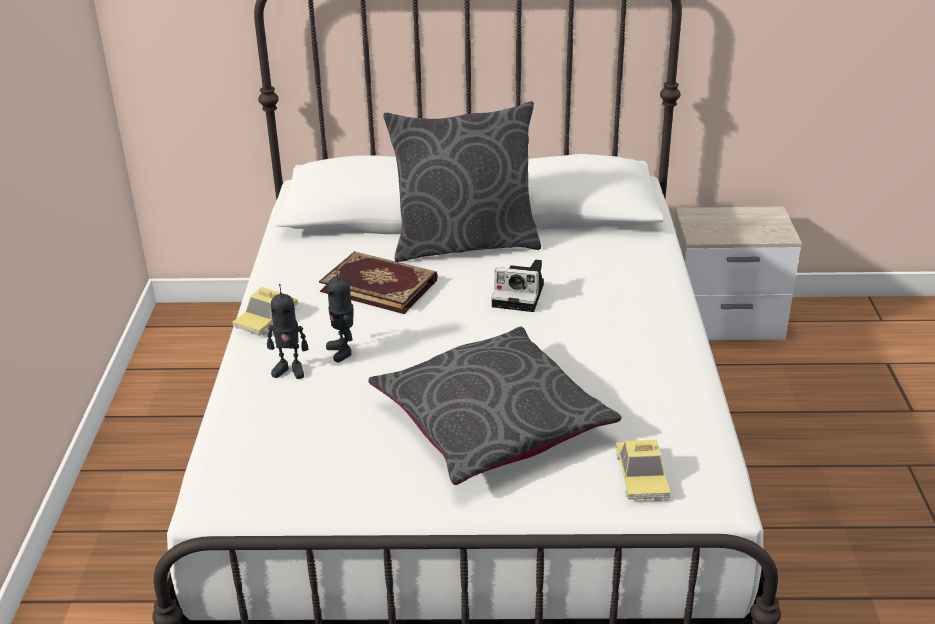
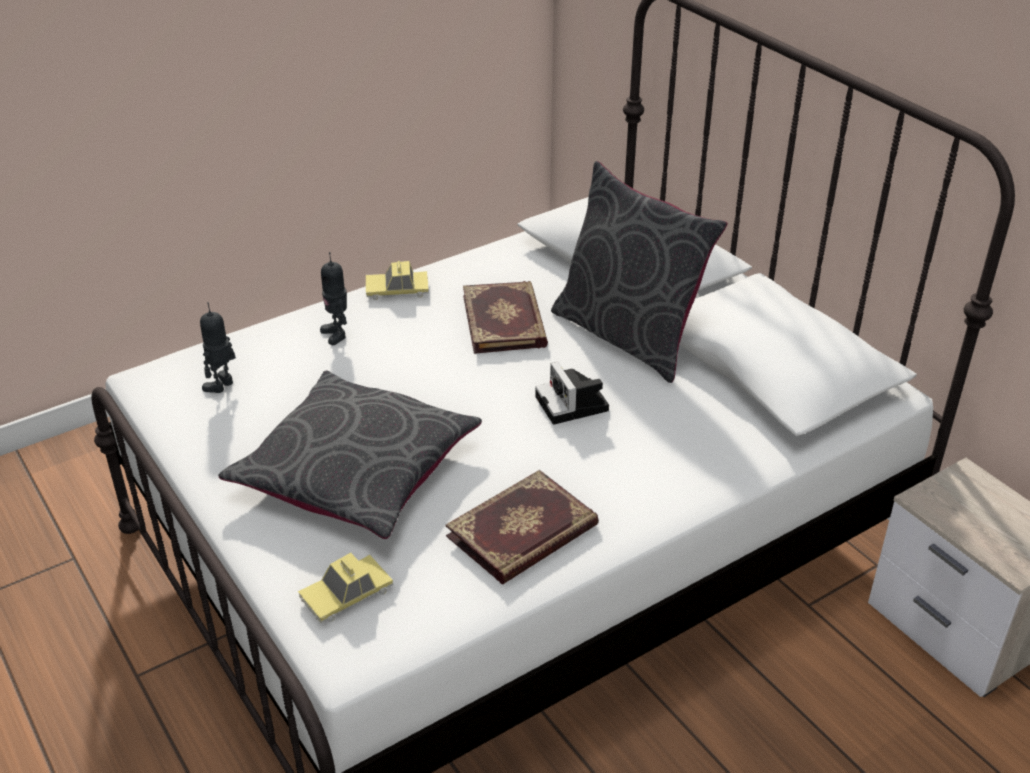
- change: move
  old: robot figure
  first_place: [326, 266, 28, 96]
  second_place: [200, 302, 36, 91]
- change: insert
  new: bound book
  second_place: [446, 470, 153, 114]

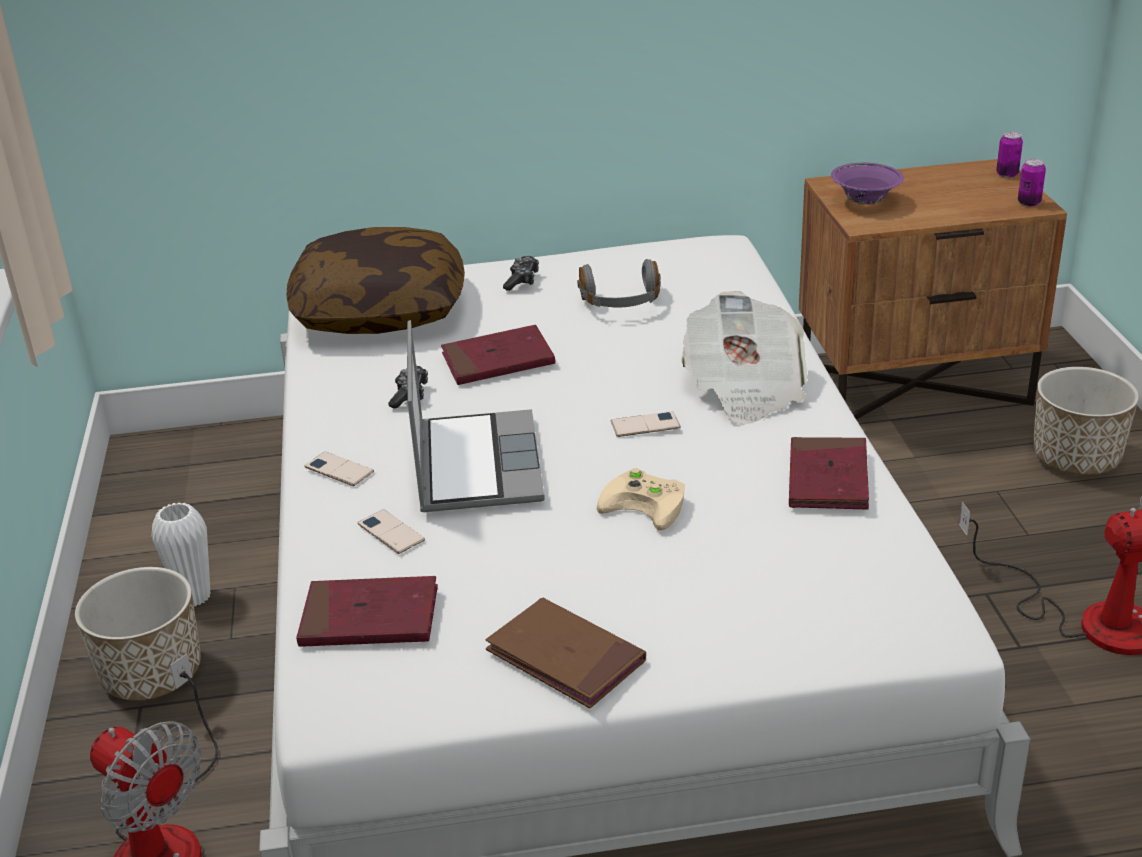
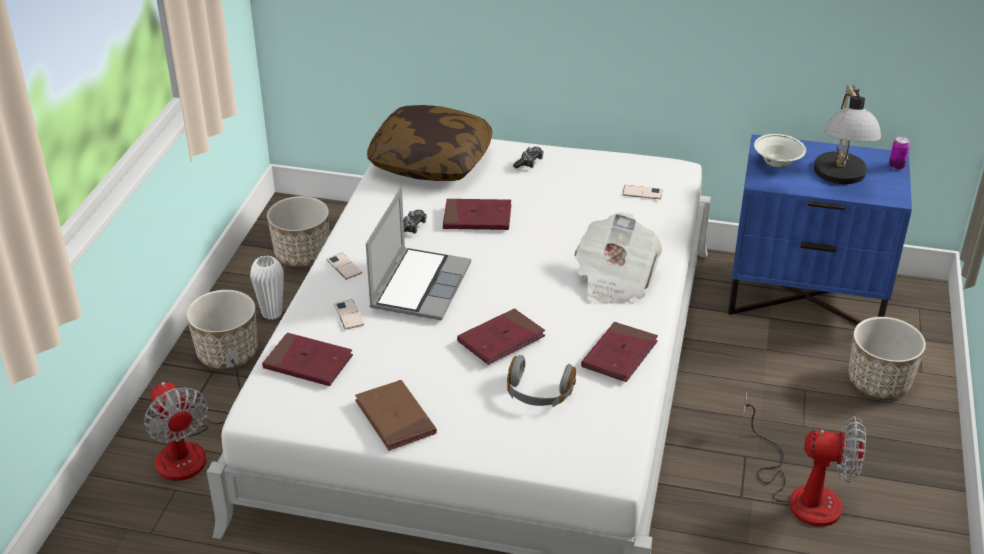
- change: move
  old: headset in grey
  first_place: [577, 259, 84, 49]
  second_place: [507, 355, 69, 52]
- change: replace
  old: joypad in beige
  new: bound book in reddish
  first_place: [597, 468, 88, 63]
  second_place: [457, 309, 88, 56]
- change: move
  old: telephone
  first_place: [611, 411, 69, 26]
  second_place: [622, 185, 40, 14]
- change: recolor
  old: bedside table in brownish
  new: bedside table in blue-coloured
  first_place: [799, 159, 268, 260]
  second_place: [728, 134, 184, 191]
- change: recolor
  old: bowl in purple
  new: bowl in white-coloured
  first_place: [831, 163, 73, 41]
  second_place: [754, 134, 52, 34]
- change: delete
  old: can
  first_place: [1018, 158, 28, 48]
- change: insert
  new: flower pot
  second_place: [267, 196, 62, 71]
- change: insert
  new: tabletop lamp
  second_place: [814, 85, 67, 99]

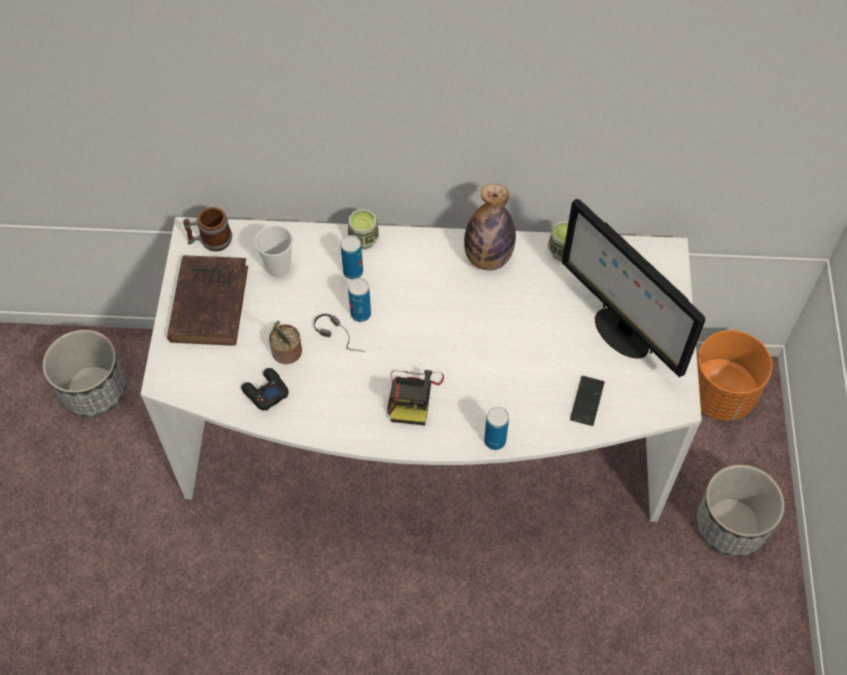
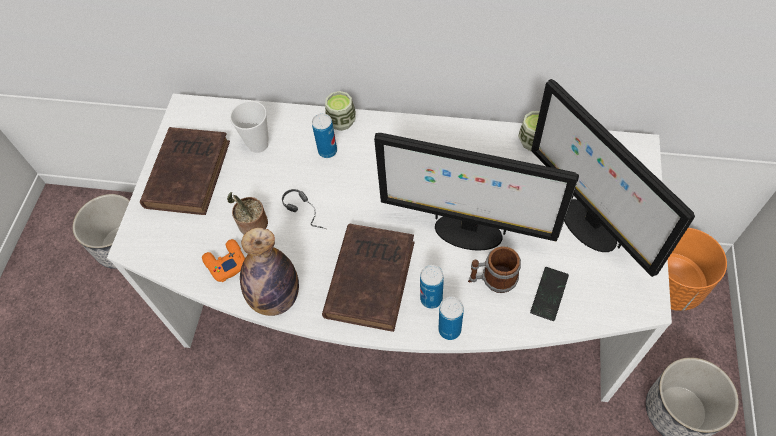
- change: move
  old: coffee mug
  first_place: [183, 207, 49, 44]
  second_place: [468, 246, 53, 47]
- change: recolor
  old: joypad in blackish
  new: joypad in orange-coloured
  first_place: [241, 368, 48, 43]
  second_place: [202, 239, 43, 43]
- change: move
  old: can
  first_place: [348, 278, 23, 44]
  second_place: [420, 265, 24, 44]
- change: replace
  old: photo camera
  new: bound book in brownish
  first_place: [387, 370, 57, 56]
  second_place: [322, 224, 93, 108]
- change: move
  old: bottle
  first_place: [464, 184, 52, 86]
  second_place: [240, 228, 59, 88]
- change: insert
  new: computer display
  second_place: [374, 133, 205, 118]

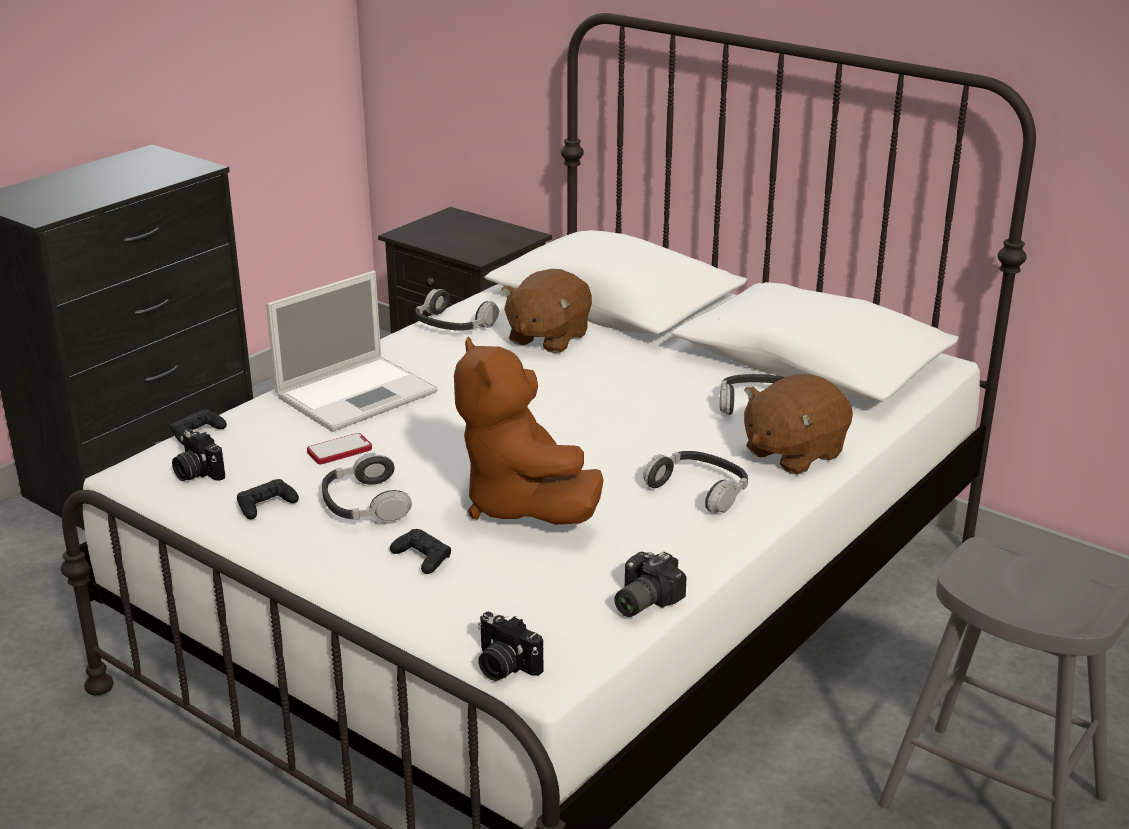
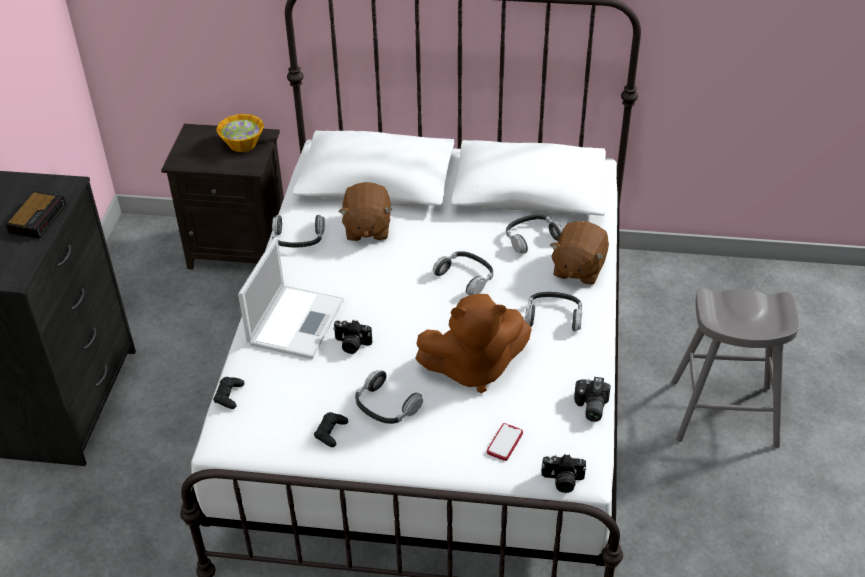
- change: move
  old: photo camera
  first_place: [172, 429, 53, 52]
  second_place: [333, 320, 39, 34]
- change: move
  old: telephone
  first_place: [307, 433, 65, 31]
  second_place: [487, 423, 36, 38]
- change: delete
  old: joypad in blackish
  first_place: [390, 529, 61, 45]
- change: rotate
  old: soft toy in brownish
  first_place: [454, 336, 150, 189]
  second_place: [416, 294, 116, 99]
  degrees: -45
- change: insert
  new: bedside clock
  second_place: [6, 191, 60, 48]
- change: insert
  new: bowl
  second_place: [216, 114, 48, 38]
- change: insert
  new: headset
  second_place: [433, 251, 60, 44]

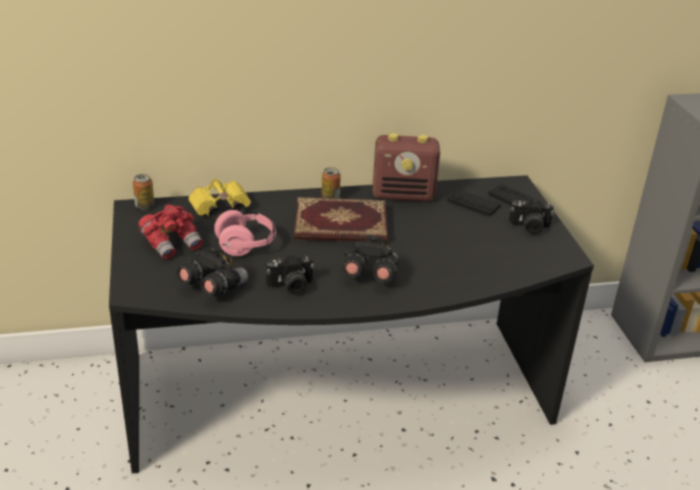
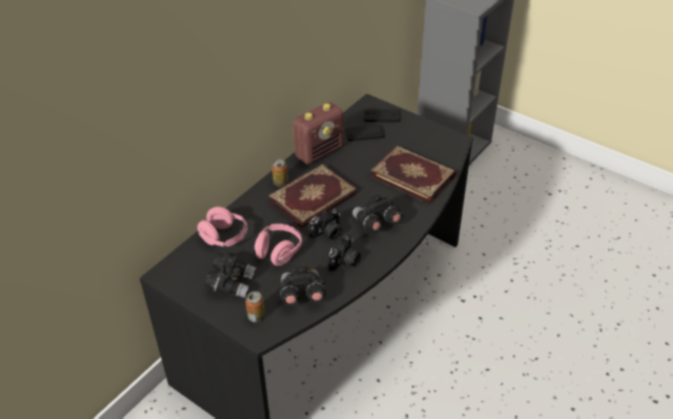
- change: move
  old: can
  first_place: [133, 174, 21, 36]
  second_place: [245, 291, 20, 31]
- change: recolor
  old: field glasses in reddish
  new: field glasses in blackish
  first_place: [138, 205, 65, 55]
  second_place: [204, 253, 52, 45]
- change: replace
  old: field glasses in yellow-coloured
  new: headset in pink
  first_place: [188, 179, 63, 41]
  second_place: [197, 207, 50, 40]
- change: move
  old: photo camera
  first_place: [509, 198, 45, 37]
  second_place: [309, 209, 33, 31]
- change: insert
  new: bound book
  second_place: [370, 146, 86, 58]

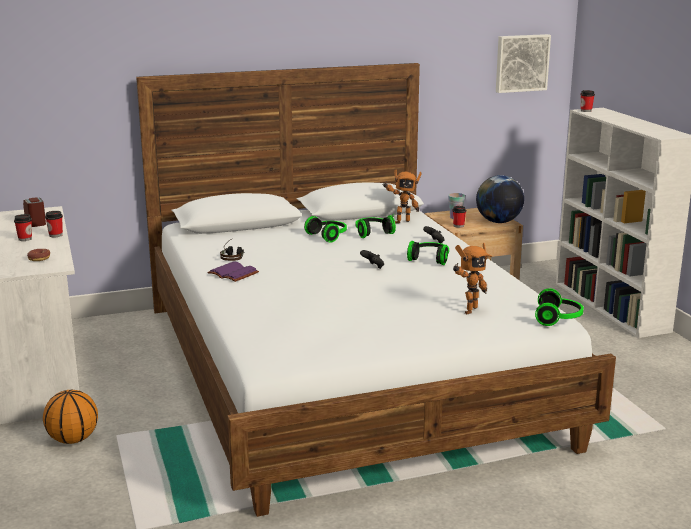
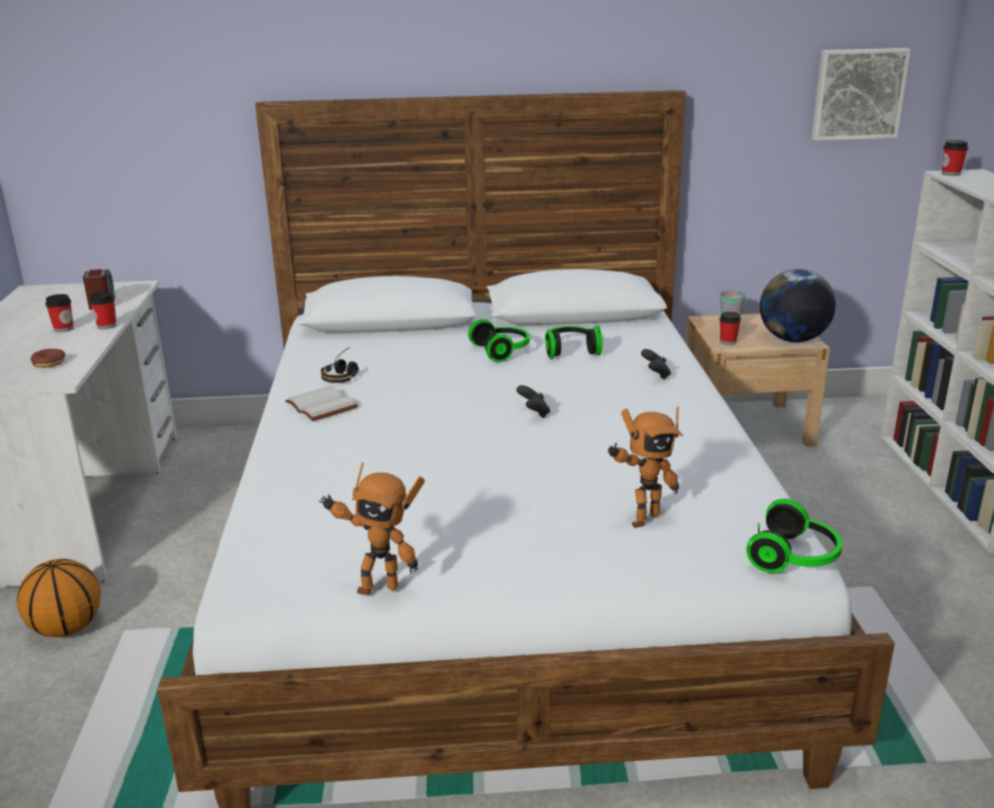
- change: recolor
  old: bound book in purple
  new: bound book in white-coloured
  first_place: [207, 262, 52, 20]
  second_place: [285, 386, 73, 35]
- change: move
  old: robot figure
  first_place: [382, 169, 40, 54]
  second_place: [319, 463, 106, 132]
- change: delete
  old: headset
  first_place: [407, 241, 42, 24]

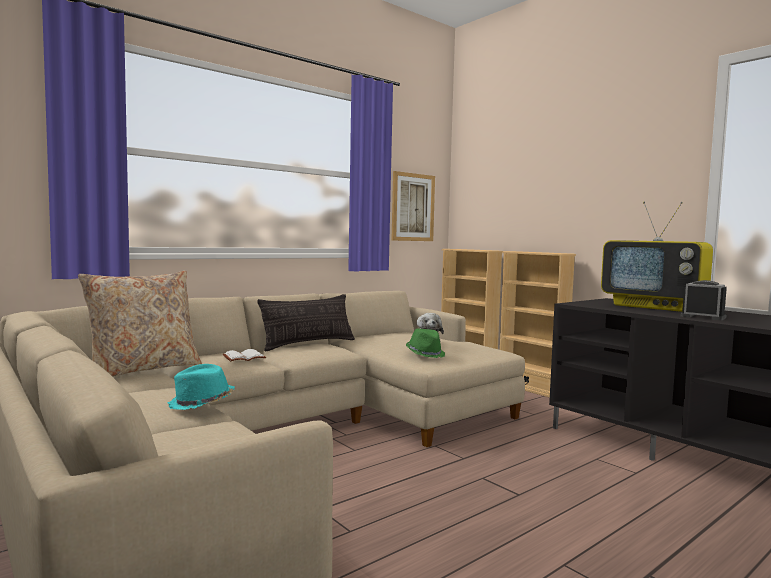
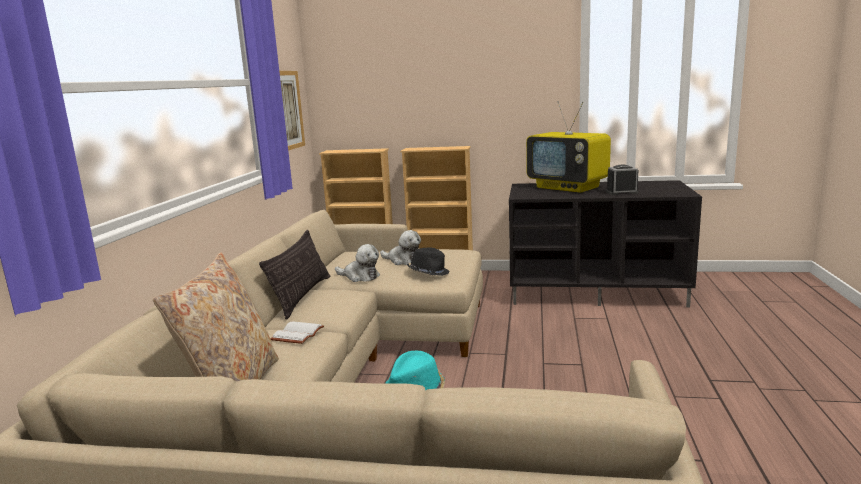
- change: recolor
  old: clothing hat in greenish
  new: clothing hat in blackish
  first_place: [406, 328, 39, 30]
  second_place: [407, 248, 43, 28]
- change: rotate
  old: TV
  first_place: [601, 202, 112, 110]
  second_place: [526, 101, 85, 92]
  degrees: 45
- change: insert
  new: soft toy
  second_place: [335, 244, 45, 38]

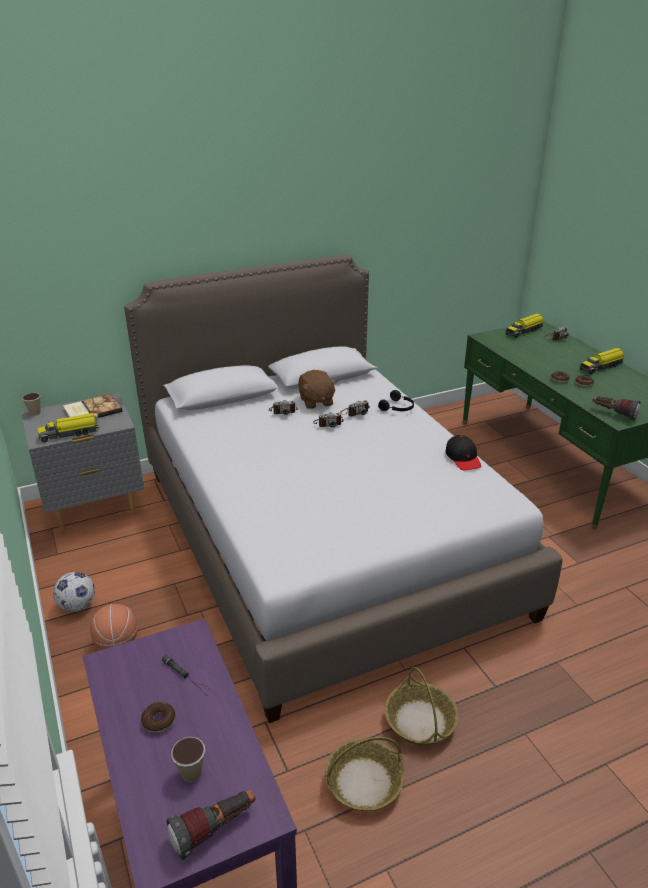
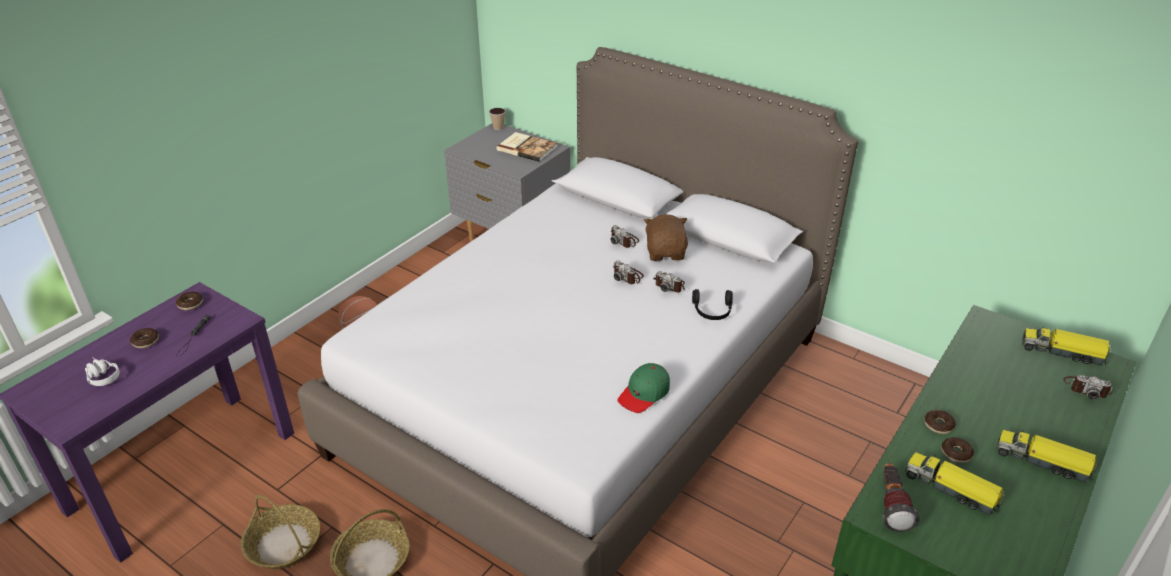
- change: move
  old: toy lorry
  first_place: [38, 413, 62, 29]
  second_place: [905, 452, 99, 65]
- change: delete
  old: football ball
  first_place: [53, 572, 42, 40]
- change: delete
  old: hand torch
  first_place: [167, 790, 88, 70]
- change: replace
  old: small cup
  new: headset in white-coloured
  first_place: [171, 737, 34, 45]
  second_place: [85, 357, 35, 29]
- change: rotate
  old: soft toy in brownish
  first_place: [298, 370, 39, 39]
  second_place: [644, 214, 44, 47]
  degrees: 135
- change: recolor
  old: baseball cap in blackish
  new: baseball cap in greenish
  first_place: [445, 435, 36, 35]
  second_place: [618, 363, 52, 50]
- change: insert
  new: doughnut
  second_place: [176, 292, 27, 18]

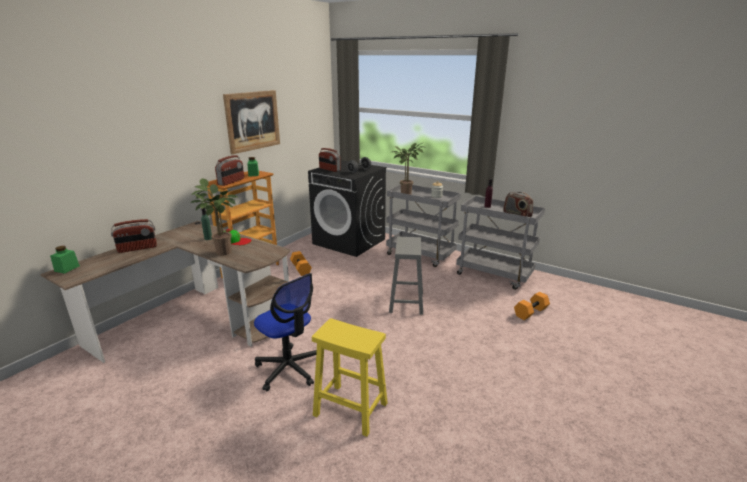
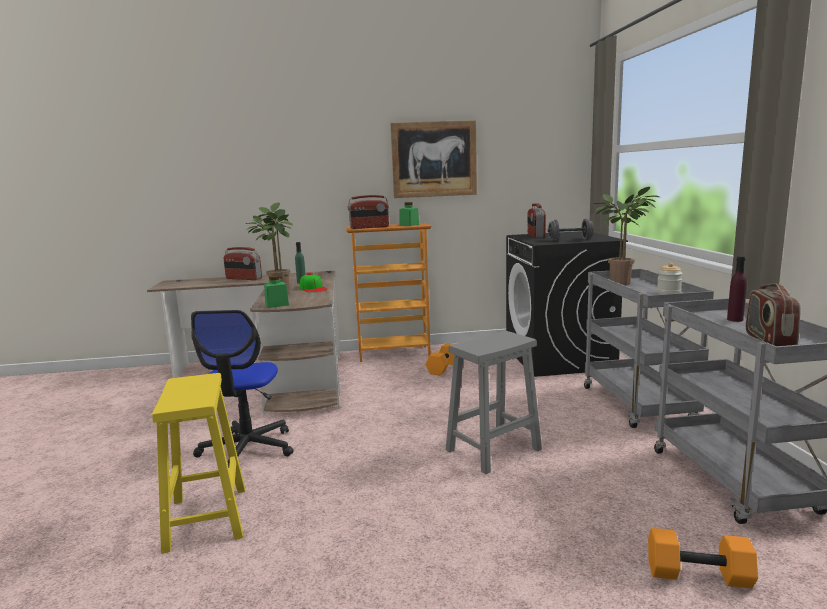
- change: move
  old: preserve jar in greenish
  first_place: [50, 246, 30, 28]
  second_place: [264, 275, 25, 33]

